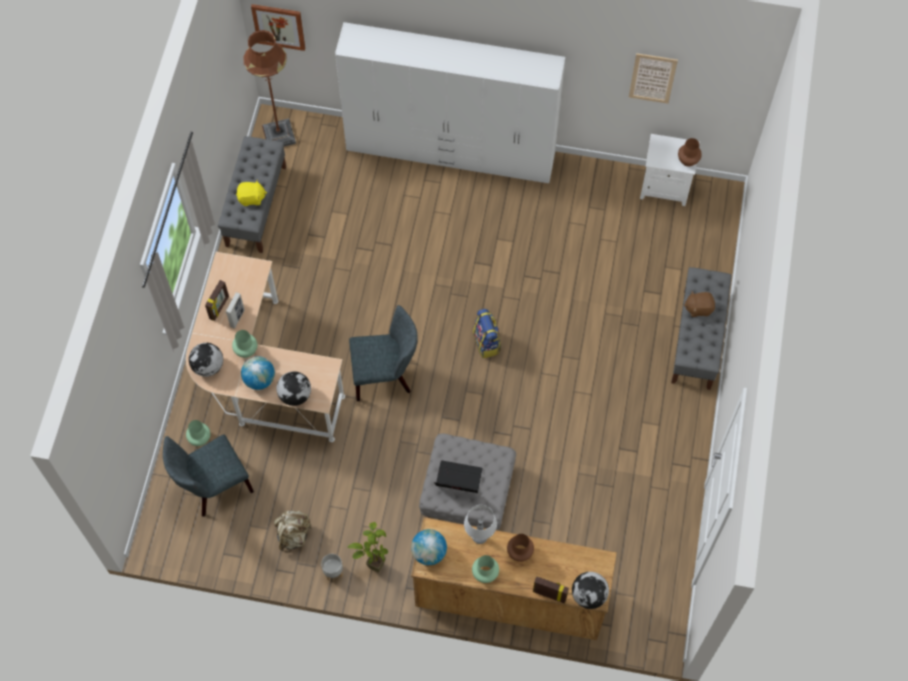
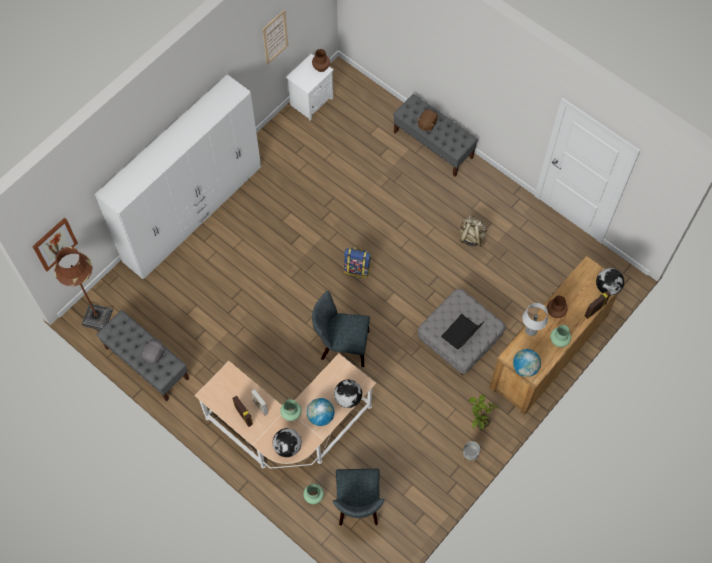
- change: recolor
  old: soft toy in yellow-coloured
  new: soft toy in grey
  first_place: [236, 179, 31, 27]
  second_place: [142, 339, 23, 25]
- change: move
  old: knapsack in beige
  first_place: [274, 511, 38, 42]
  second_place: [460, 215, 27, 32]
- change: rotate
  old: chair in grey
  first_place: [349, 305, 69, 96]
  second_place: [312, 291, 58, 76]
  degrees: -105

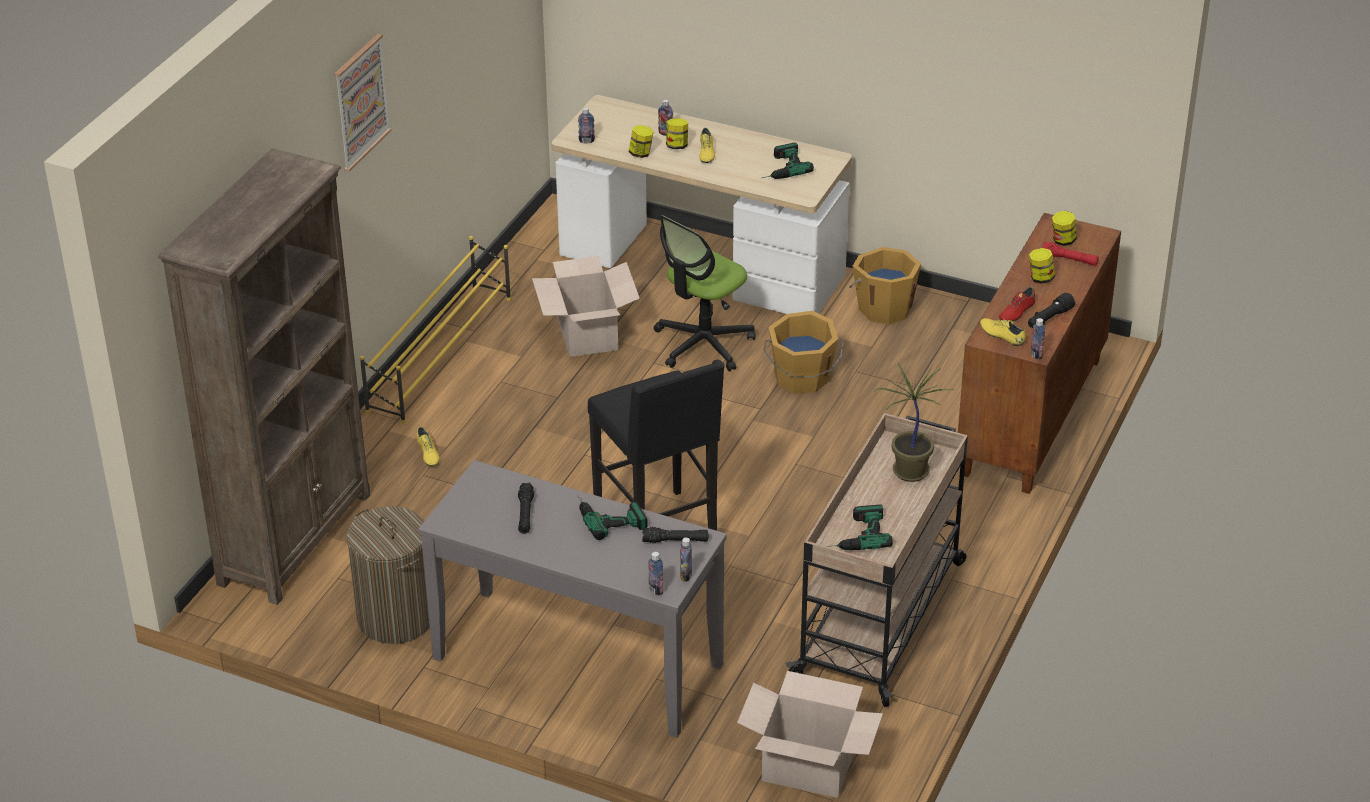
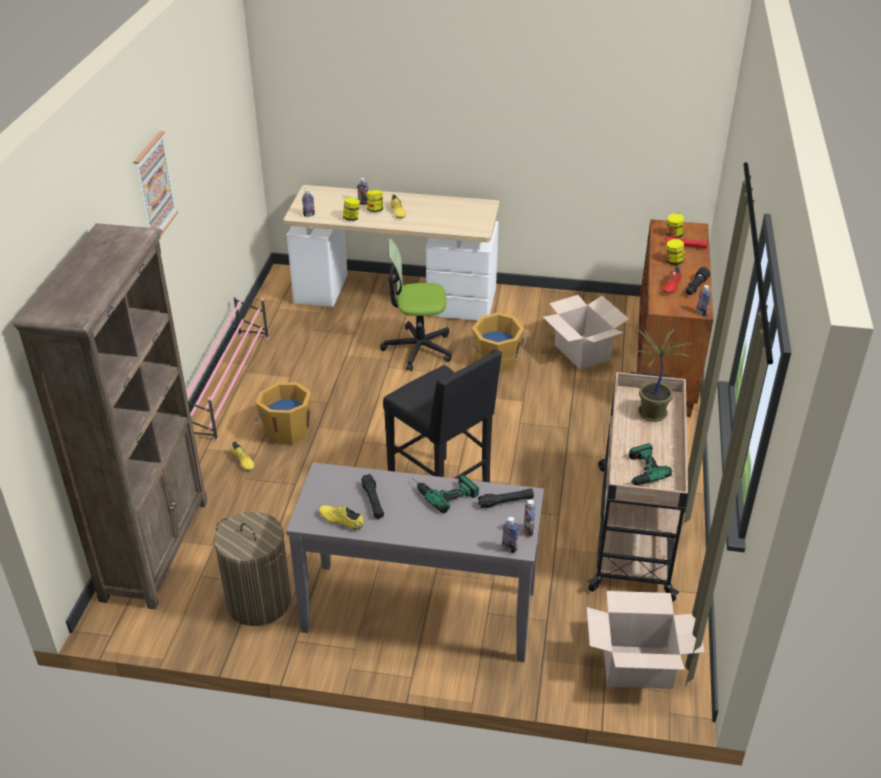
- change: recolor
  old: shoe stand in yellow-coloured
  new: shoe stand in pink
  first_place: [360, 236, 151, 188]
  second_place: [187, 296, 82, 145]
- change: move
  old: packing box
  first_place: [532, 256, 108, 101]
  second_place: [543, 295, 86, 75]
- change: rotate
  old: computer chair
  first_place: [654, 215, 101, 156]
  second_place: [380, 239, 71, 132]
  degrees: 60
- change: delete
  old: drill
  first_place: [762, 142, 52, 37]
- change: move
  old: water bucket in orange-coloured
  first_place: [849, 247, 72, 78]
  second_place: [256, 382, 55, 63]
- change: move
  old: low shoe in yellow-coloured
  first_place: [980, 318, 46, 29]
  second_place: [319, 505, 45, 25]

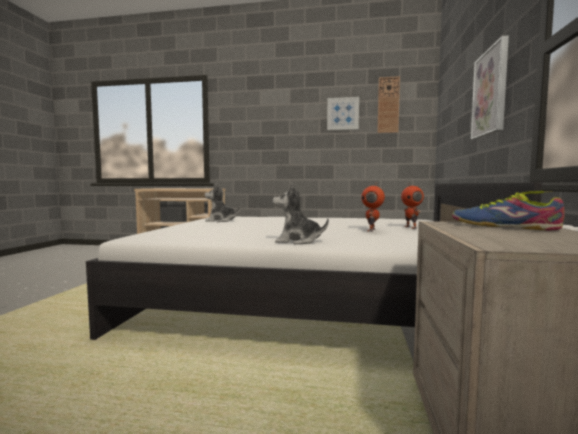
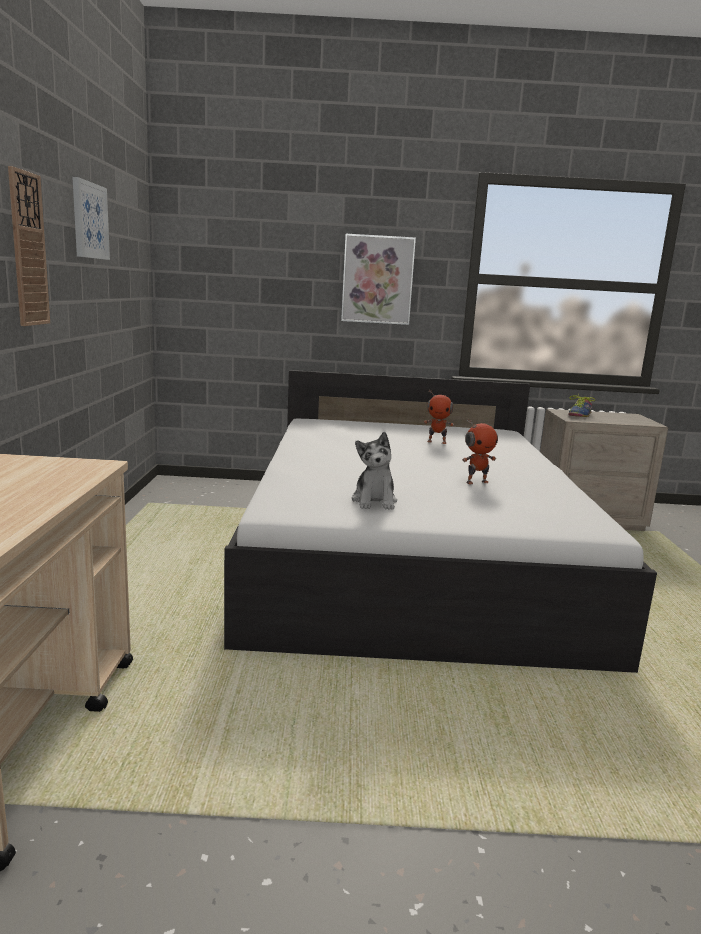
- change: delete
  old: soft toy
  first_place: [273, 183, 56, 62]
- change: move
  old: wall clock
  first_place: [377, 76, 23, 57]
  second_place: [8, 166, 42, 160]
- change: move
  old: robot figure
  first_place: [401, 183, 23, 46]
  second_place: [462, 418, 36, 66]

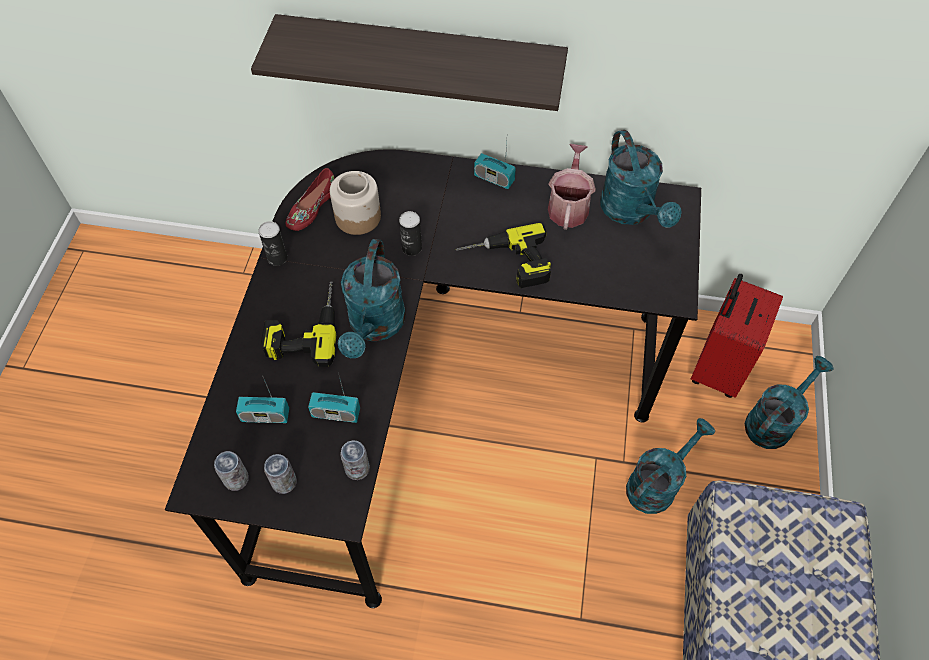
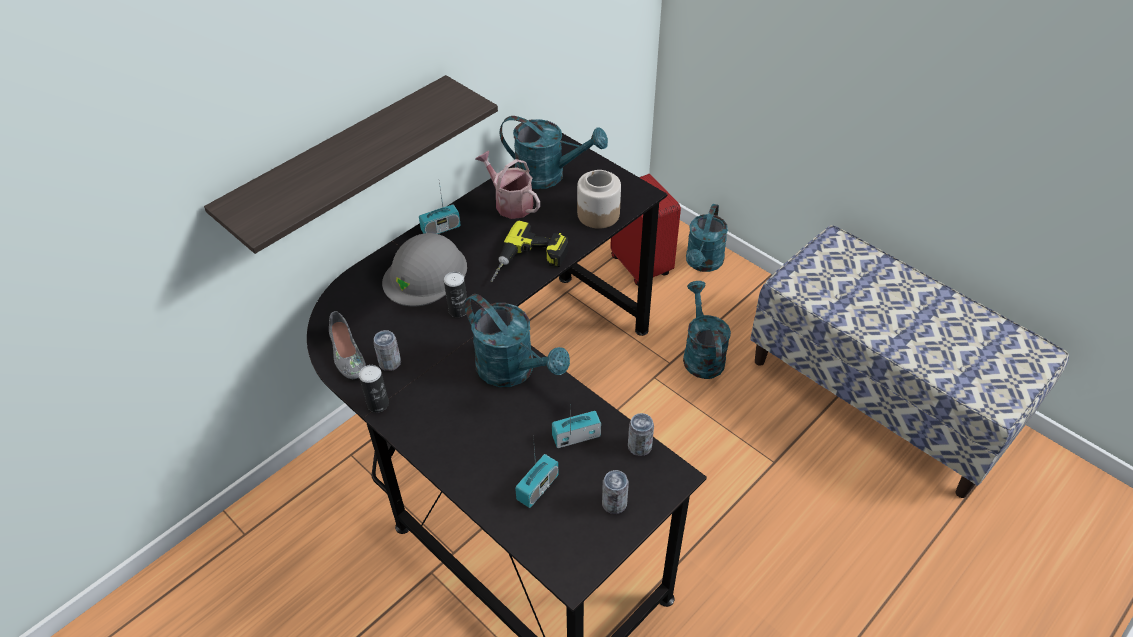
- change: move
  old: can
  first_place: [214, 451, 35, 40]
  second_place: [373, 330, 28, 41]
- change: delete
  old: drill
  first_place: [261, 281, 75, 86]
- change: recolor
  old: low shoe in reddish
  new: low shoe in grey
  first_place: [286, 168, 49, 63]
  second_place: [329, 311, 37, 68]
- change: rotate
  old: radio
  first_place: [308, 373, 52, 50]
  second_place: [552, 411, 49, 37]
  degrees: -150
- change: move
  old: preserve jar
  first_place: [330, 171, 51, 64]
  second_place: [577, 170, 44, 59]
- change: rotate
  old: watering can in blue-green
  first_place: [745, 356, 89, 93]
  second_place: [686, 204, 42, 68]
  degrees: -150
- change: insert
  new: safety helmet in grey
  second_place: [382, 233, 85, 73]

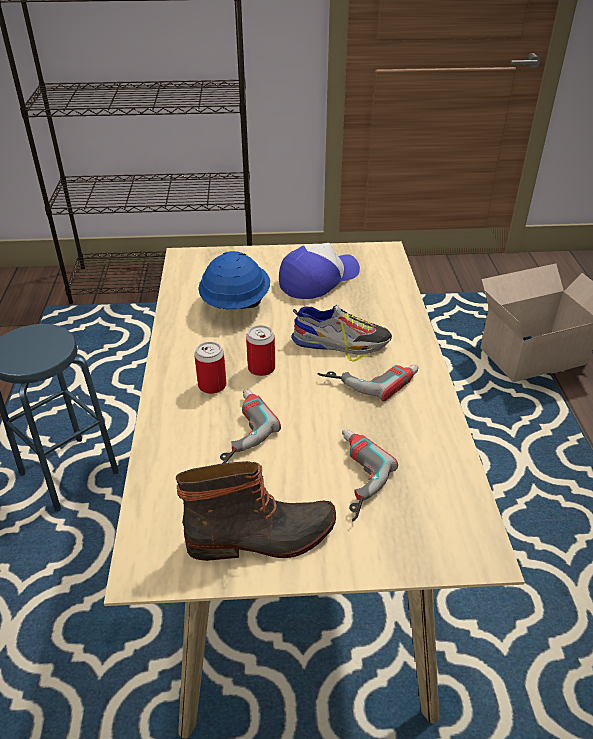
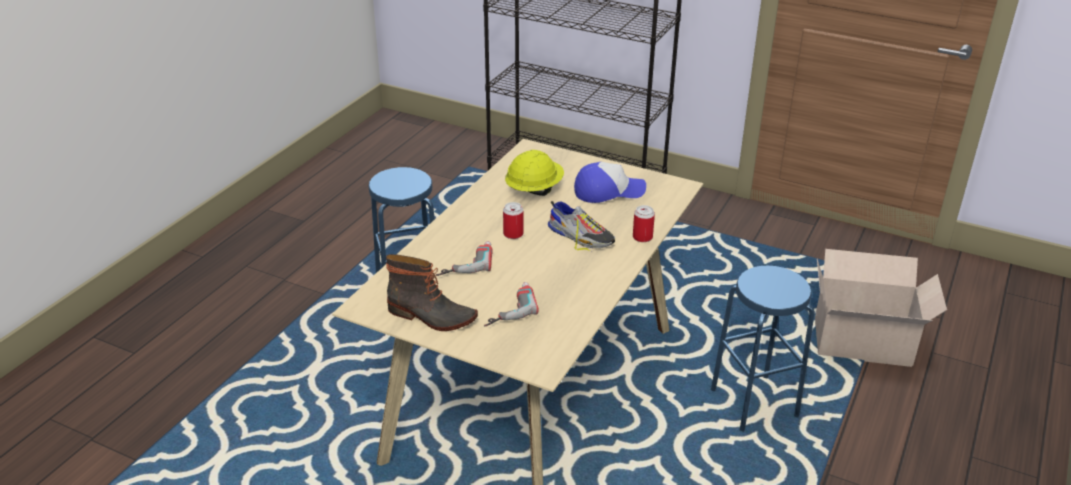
- change: move
  old: can
  first_place: [194, 342, 33, 52]
  second_place: [633, 205, 22, 37]
- change: recolor
  old: safety helmet in blue-coloured
  new: safety helmet in yellow-coloured
  first_place: [198, 251, 72, 58]
  second_place: [505, 150, 59, 46]
- change: delete
  old: drill
  first_place: [318, 365, 101, 36]
- change: insert
  new: stool seat in blue-coloured
  second_place: [711, 266, 104, 166]

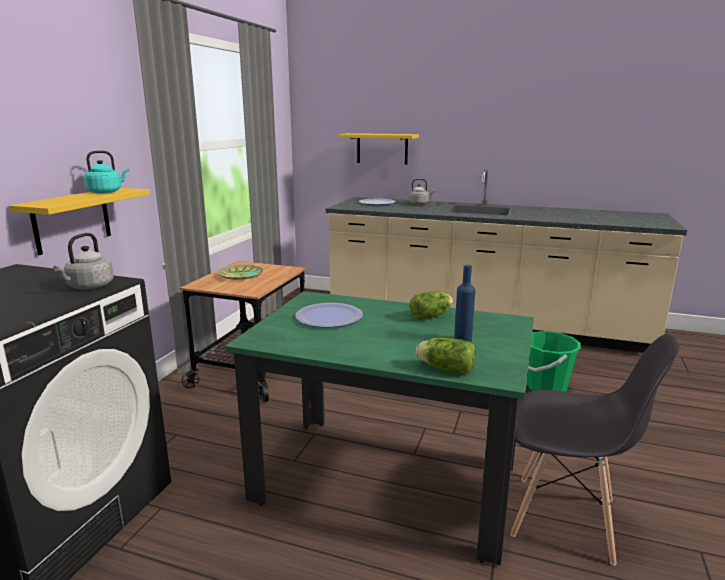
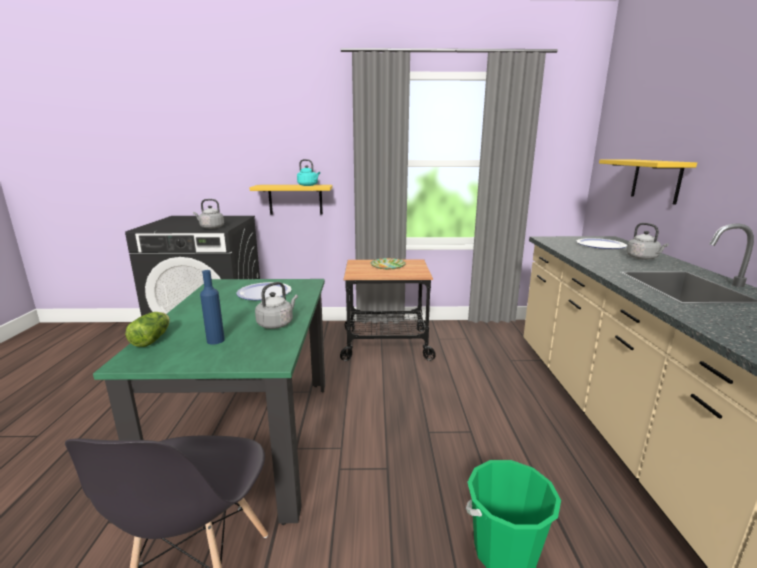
- change: replace
  old: lettuce
  new: tea kettle in grey
  first_place: [410, 291, 44, 29]
  second_place: [255, 282, 43, 47]

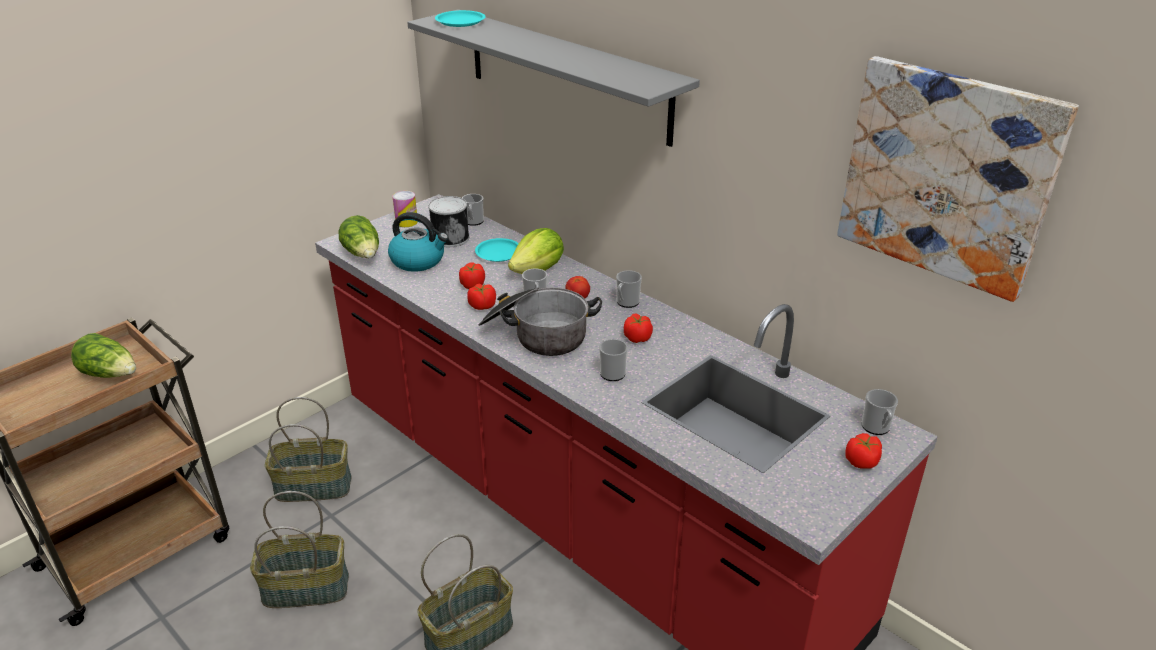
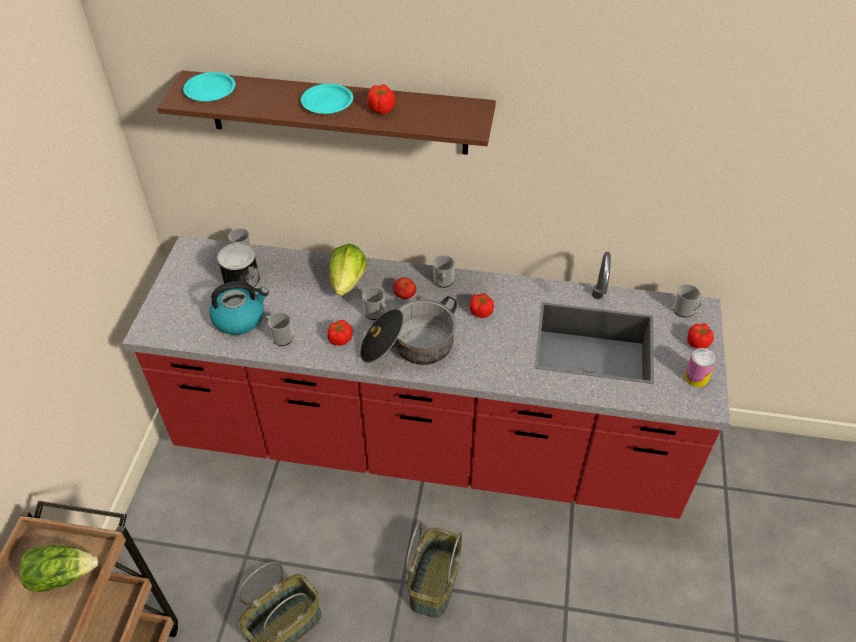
- change: delete
  old: household basket
  first_place: [265, 397, 87, 105]
- change: delete
  old: lettuce
  first_place: [338, 215, 41, 43]
- change: move
  old: can
  first_place: [393, 191, 25, 36]
  second_place: [684, 348, 33, 39]
- change: recolor
  old: shelf in grey
  new: shelf in brownish
  first_place: [407, 9, 293, 138]
  second_place: [157, 70, 339, 85]
- change: move
  old: tomato
  first_place: [459, 263, 26, 26]
  second_place: [367, 84, 28, 30]
- change: move
  old: flat dish in blue-green
  first_place: [475, 238, 44, 24]
  second_place: [301, 84, 52, 30]
- change: move
  old: coffee mug
  first_place: [599, 339, 29, 42]
  second_place: [266, 312, 27, 34]
- change: delete
  old: wall art
  first_place: [837, 56, 242, 246]

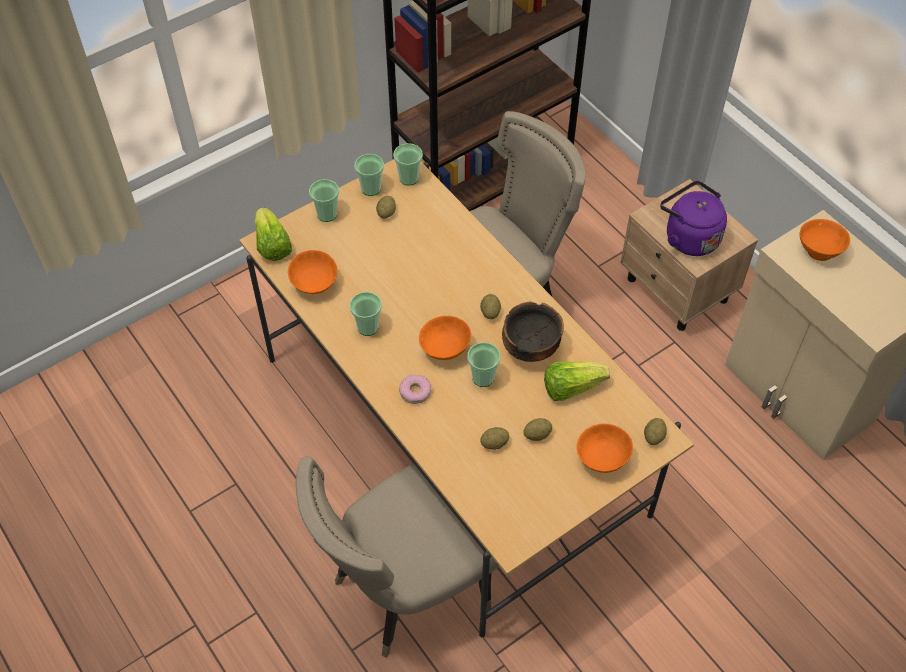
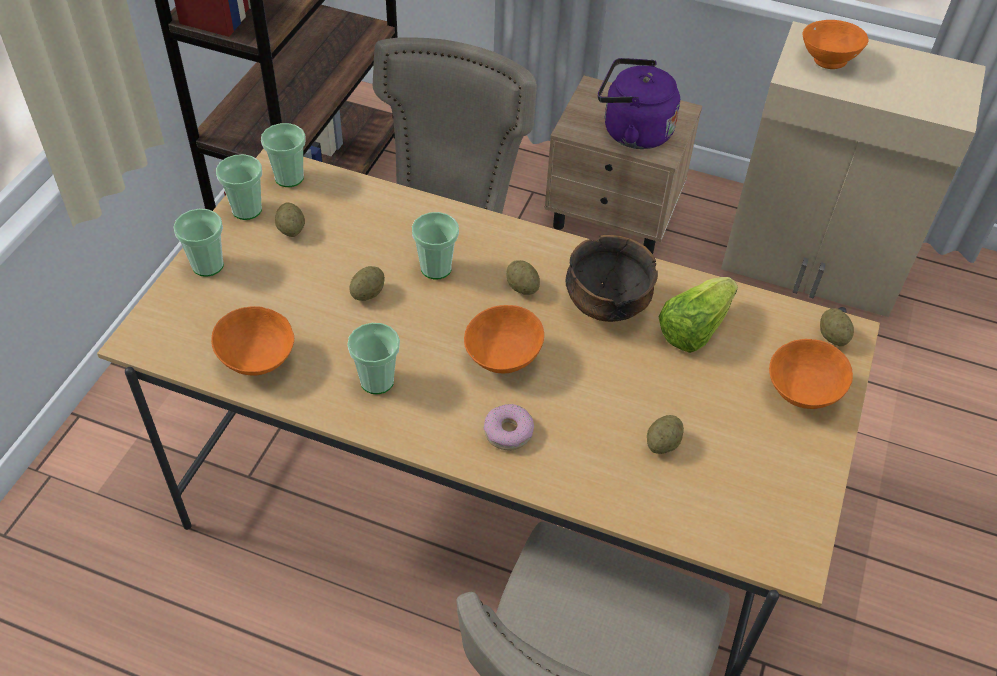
- change: delete
  old: lettuce
  first_place: [255, 207, 37, 54]
- change: move
  old: small cup
  first_place: [467, 342, 34, 45]
  second_place: [412, 212, 47, 67]
- change: move
  old: potato
  first_place: [524, 418, 28, 23]
  second_place: [349, 266, 36, 35]

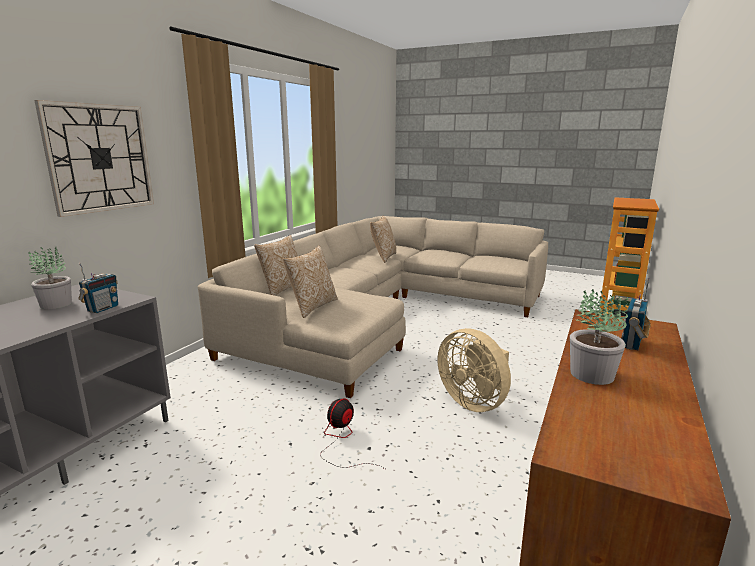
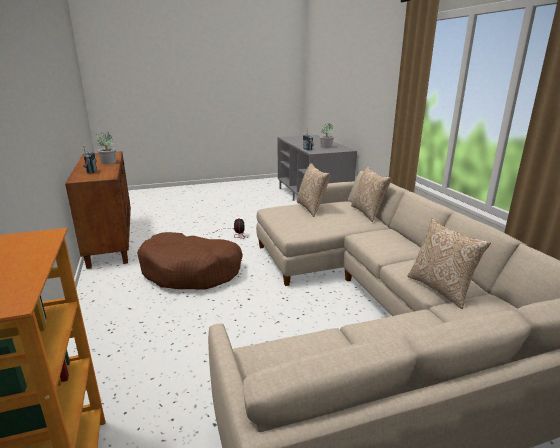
- change: delete
  old: wall clock
  first_place: [34, 100, 120, 117]
- change: replace
  old: cooling fan in beige
  new: dog cushion in brownish
  first_place: [437, 328, 74, 84]
  second_place: [137, 232, 106, 58]

